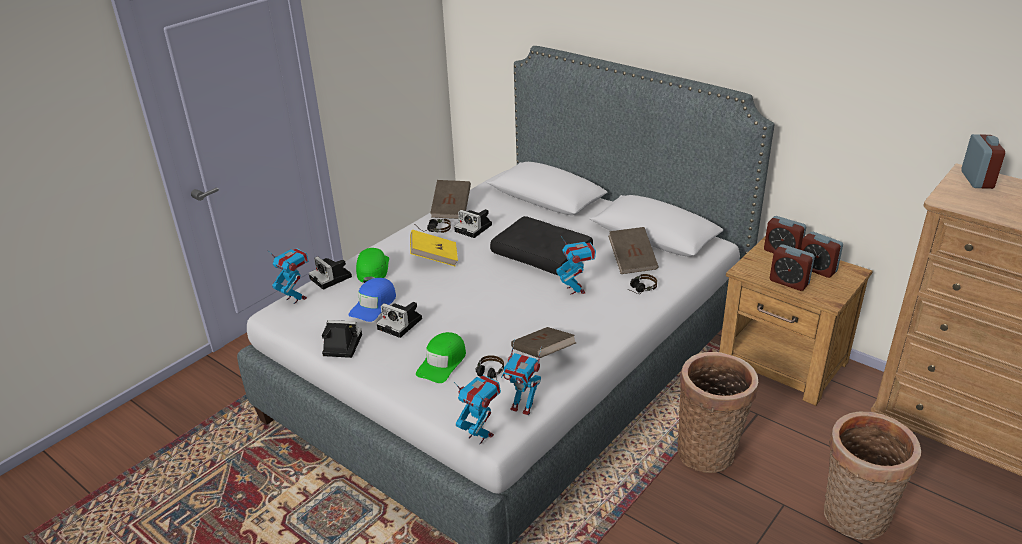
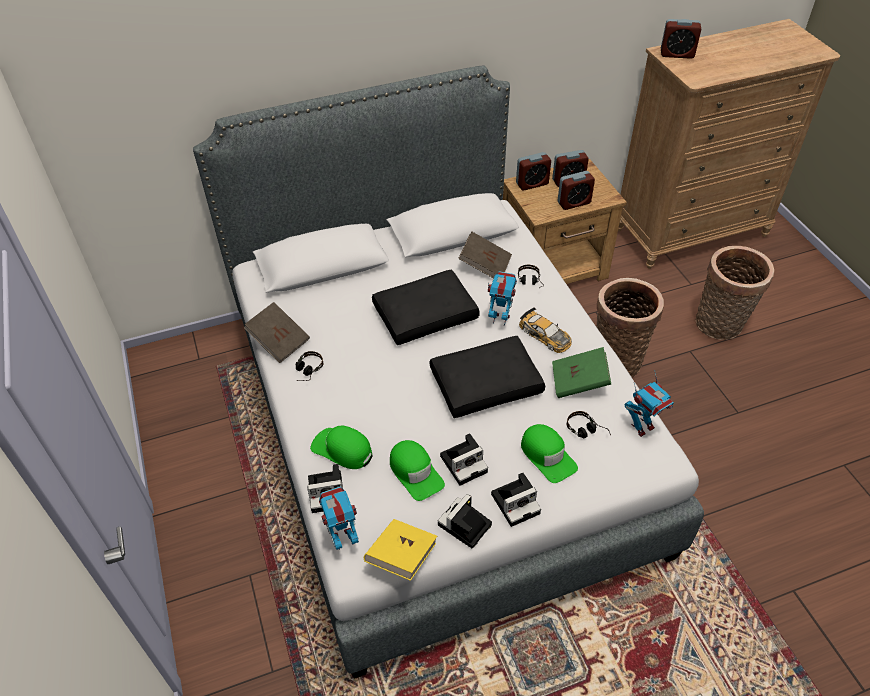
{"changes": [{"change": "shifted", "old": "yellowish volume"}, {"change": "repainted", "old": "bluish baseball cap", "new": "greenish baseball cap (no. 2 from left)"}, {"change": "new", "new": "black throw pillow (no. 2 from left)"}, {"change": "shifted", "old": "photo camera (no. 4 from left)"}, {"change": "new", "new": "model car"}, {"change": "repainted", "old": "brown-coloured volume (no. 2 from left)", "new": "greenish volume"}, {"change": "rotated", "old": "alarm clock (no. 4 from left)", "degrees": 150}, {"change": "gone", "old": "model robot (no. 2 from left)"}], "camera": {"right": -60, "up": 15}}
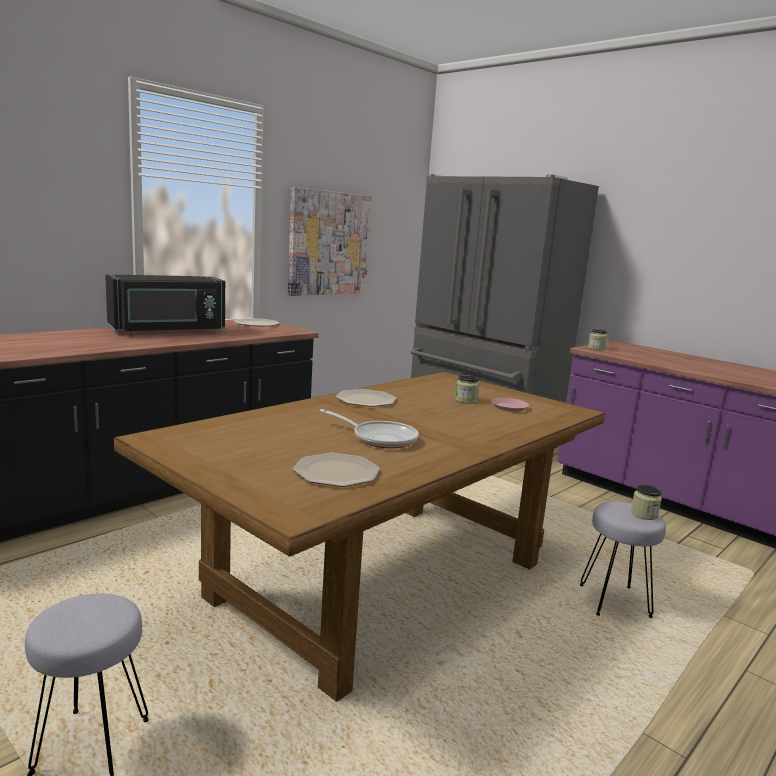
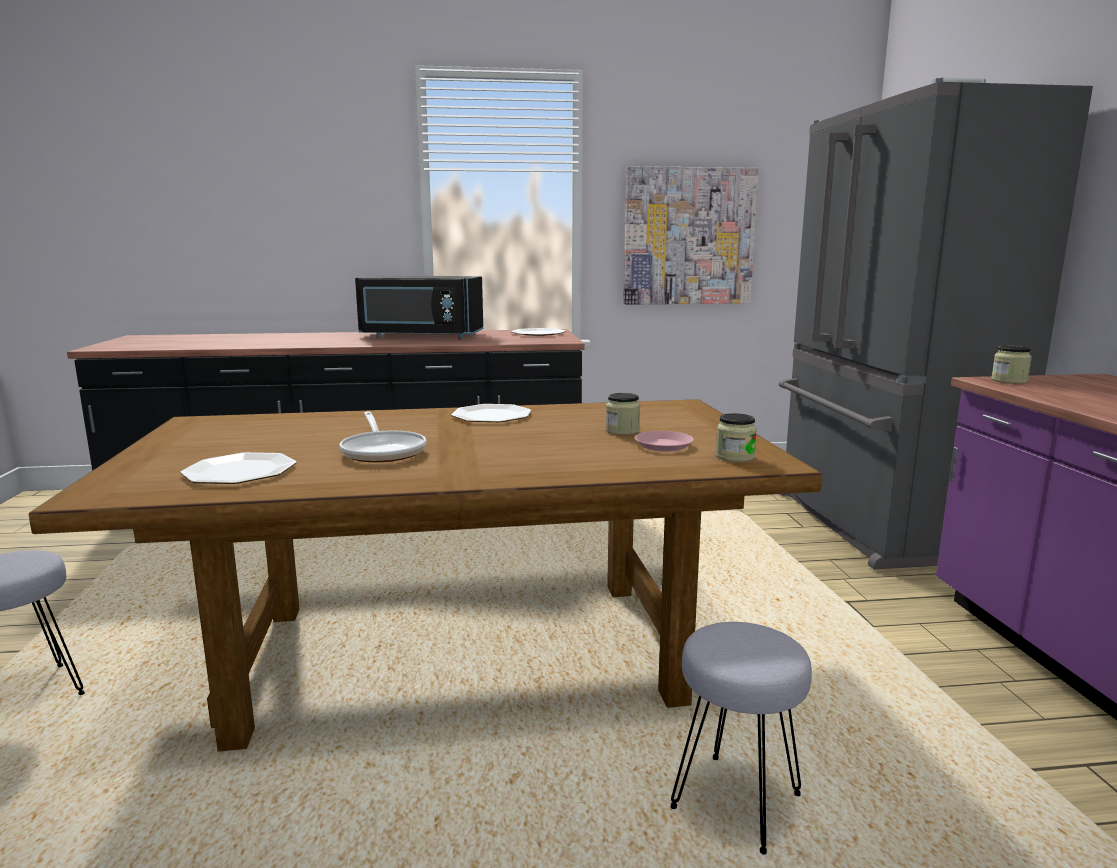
{"changes": [{"change": "shifted", "old": "storage jar (no. 3 from left in the first image)", "new": "storage jar (no. 2 from left)"}], "camera": {"right": 40, "up": 0}}
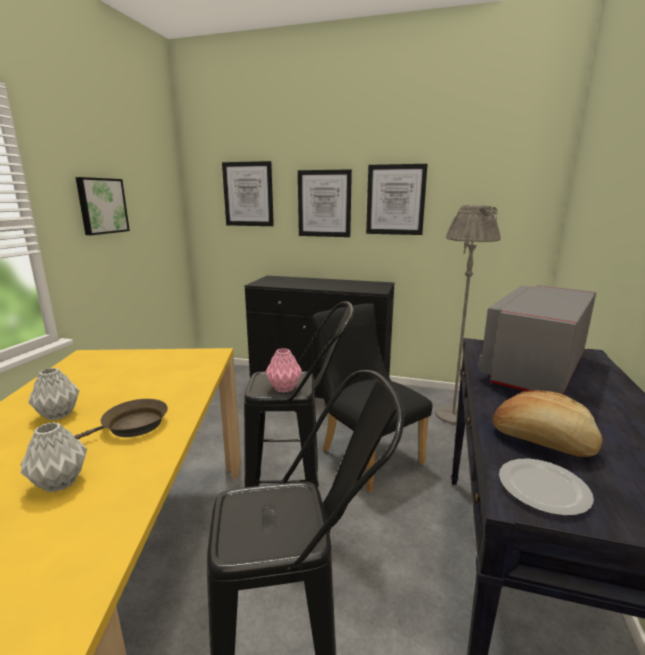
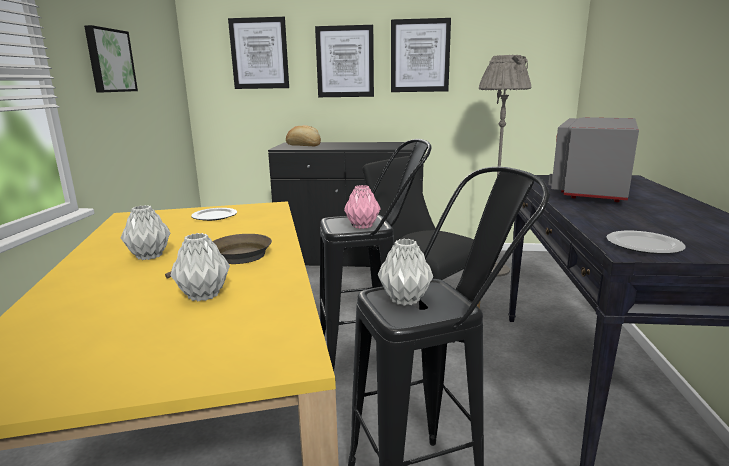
{"changes": [{"change": "new", "new": "plate (no. 1 from left)"}, {"change": "shifted", "old": "bakery bread"}, {"change": "new", "new": "grey decorative vase (no. 3 from left)"}], "camera": {"right": -10, "up": 0}}
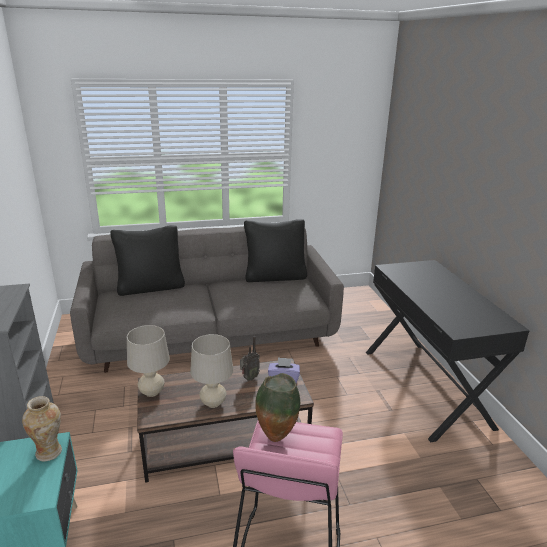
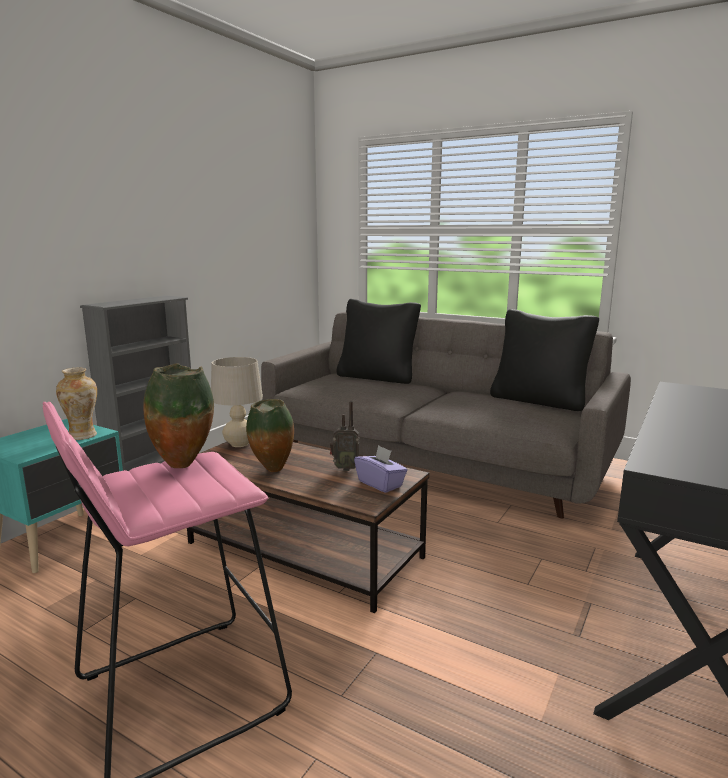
{"changes": [{"change": "swapped", "old": "beige-coloured tabletop lamp (no. 2 from left)", "new": "decorative vase (no. 3 from left)"}], "camera": {"right": 45, "up": -10}}
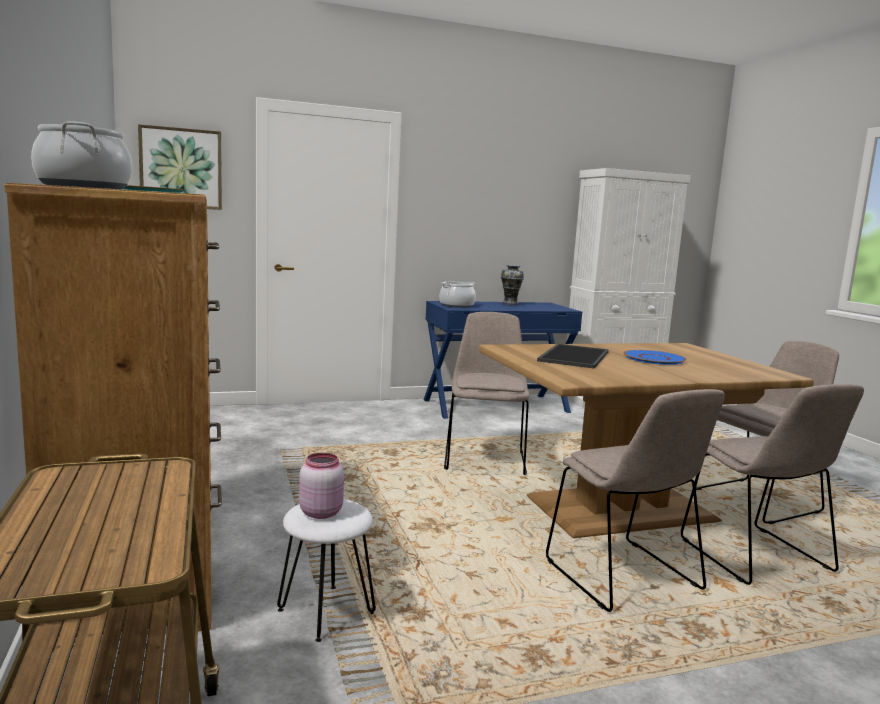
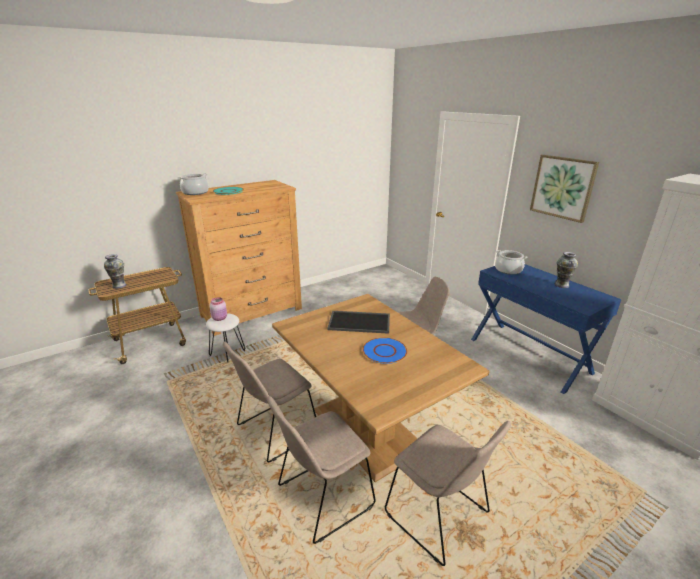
{"changes": [{"change": "new", "new": "decorative vase (no. 1 from left)"}, {"change": "shifted", "old": "wall picture"}], "camera": {"right": 75, "up": 15}}
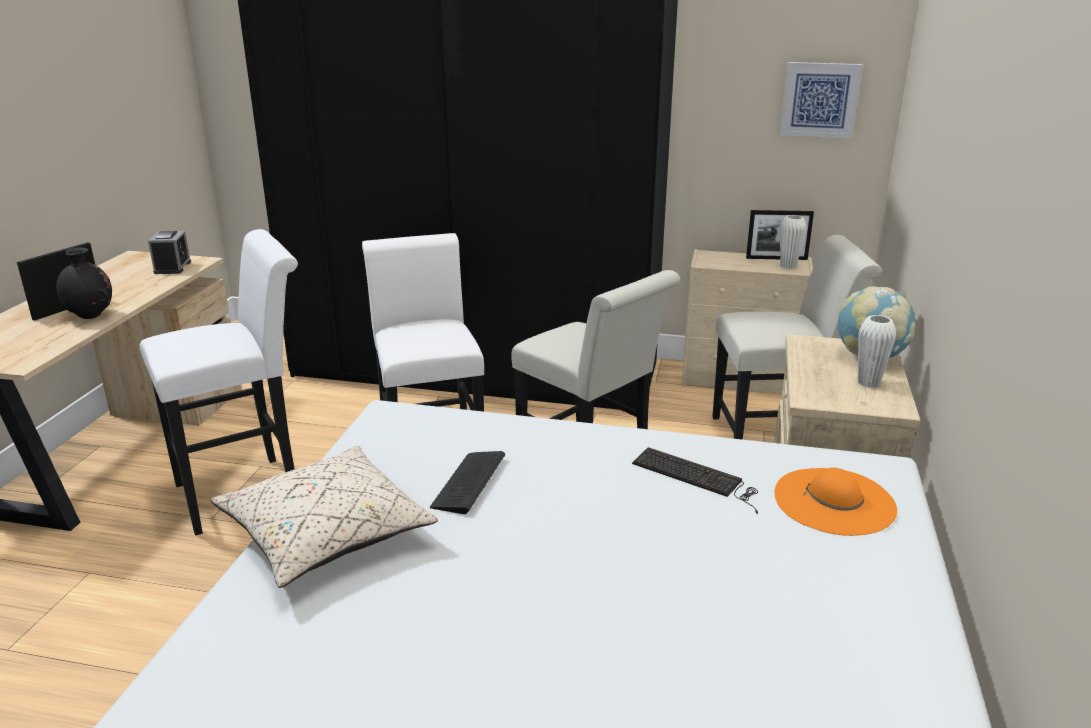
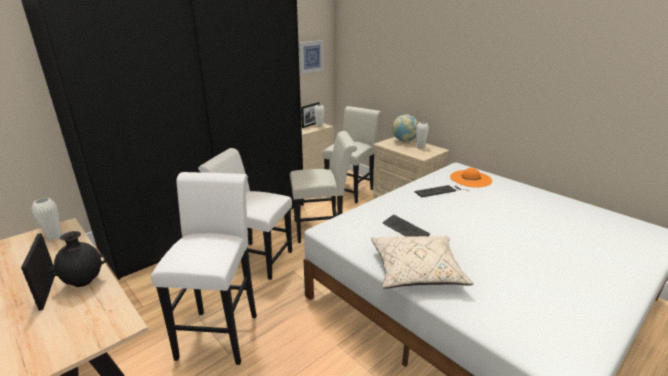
{"changes": [{"change": "swapped", "old": "alarm clock", "new": "whitish decorative vase (no. 1 from left)"}], "camera": {"right": -55, "up": 0}}
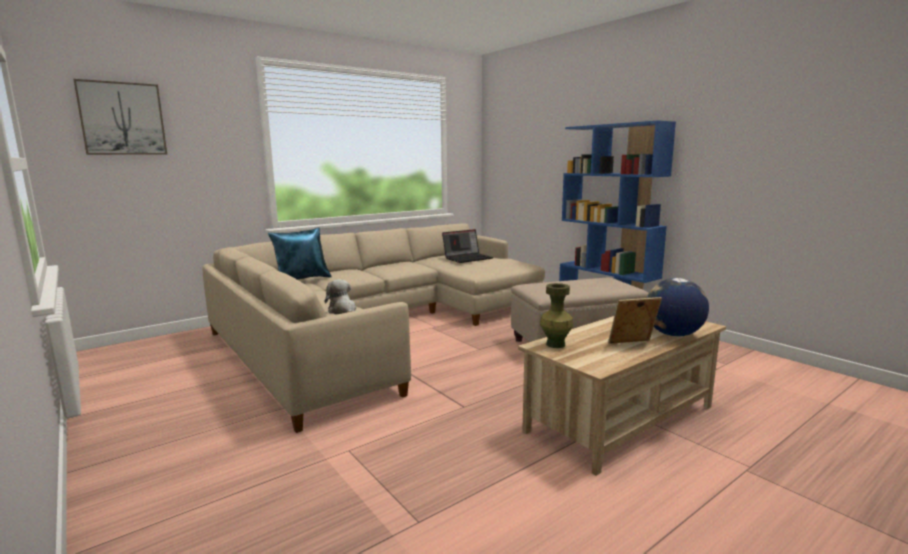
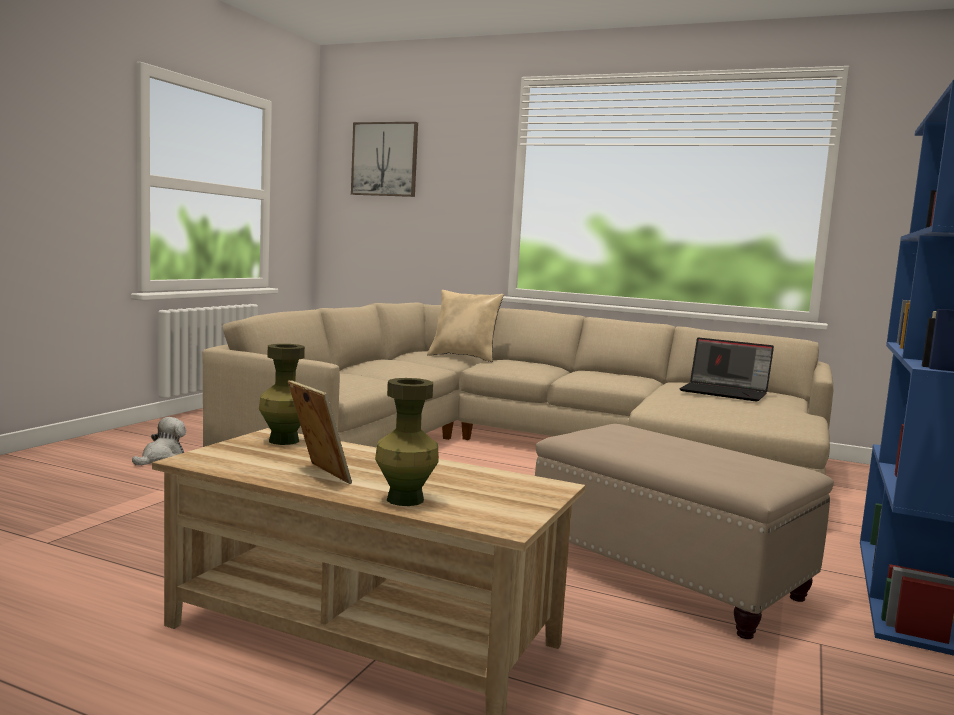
{"changes": [{"change": "shifted", "old": "plush toy"}, {"change": "swapped", "old": "globe", "new": "greenish decorative vase (no. 2 from left)"}, {"change": "repainted", "old": "bluish throw pillow", "new": "beige-coloured throw pillow"}], "camera": {"right": 60, "up": -5}}
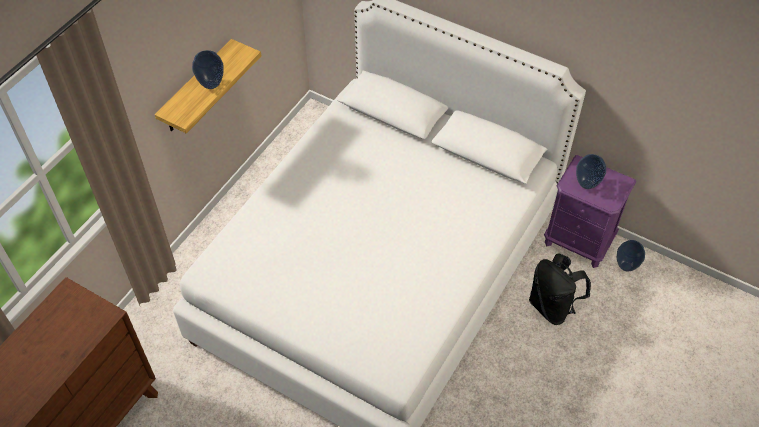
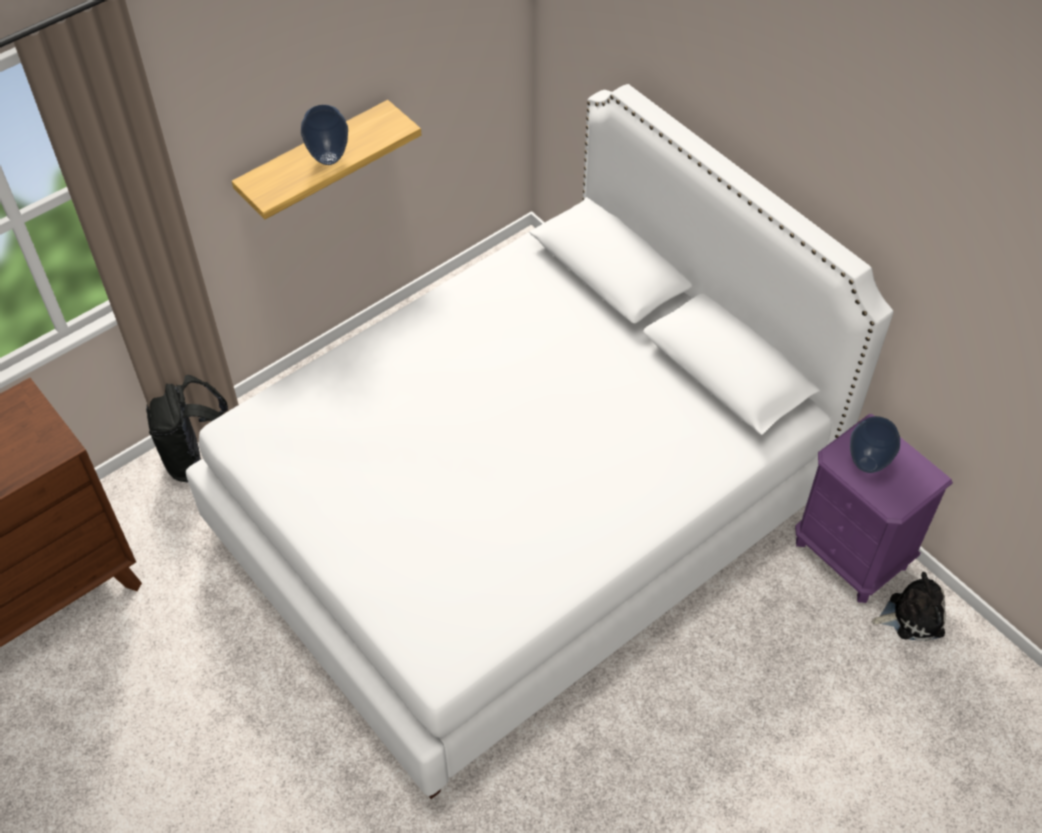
{"changes": [{"change": "shifted", "old": "black rucksack"}, {"change": "swapped", "old": "decorative vase (no. 3 from left)", "new": "plush toy"}], "camera": {"right": 20, "up": 0}}
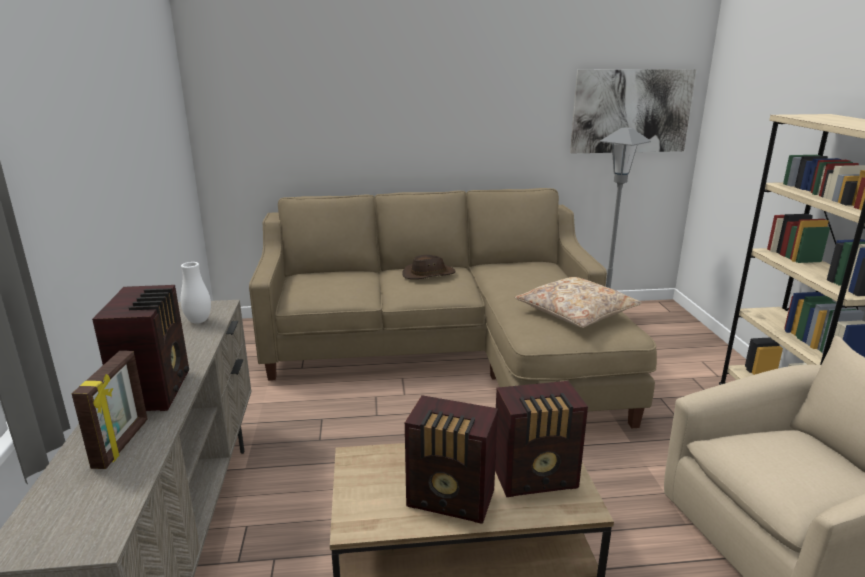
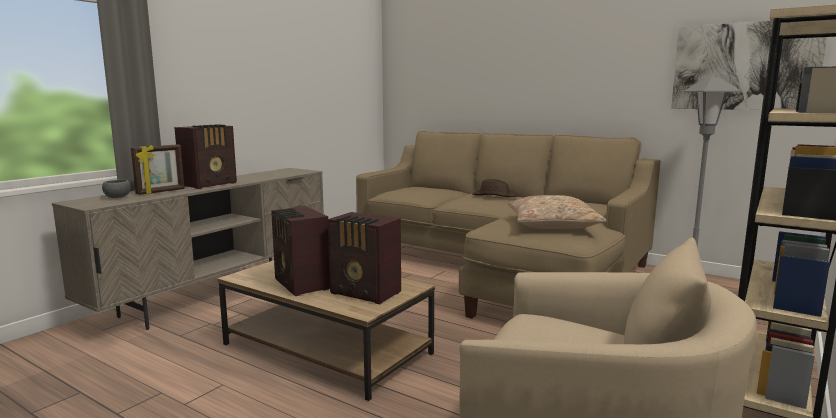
{"changes": [{"change": "new", "new": "grey bowl"}, {"change": "gone", "old": "whitish decorative vase"}], "camera": {"right": 40, "up": -10}}
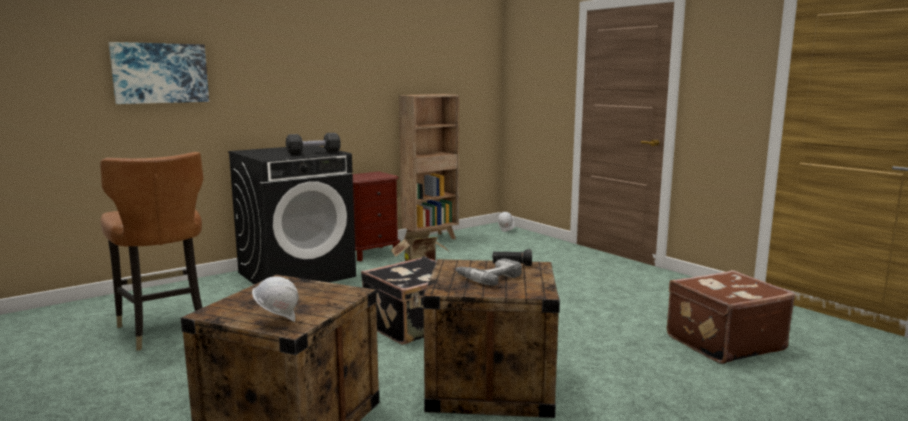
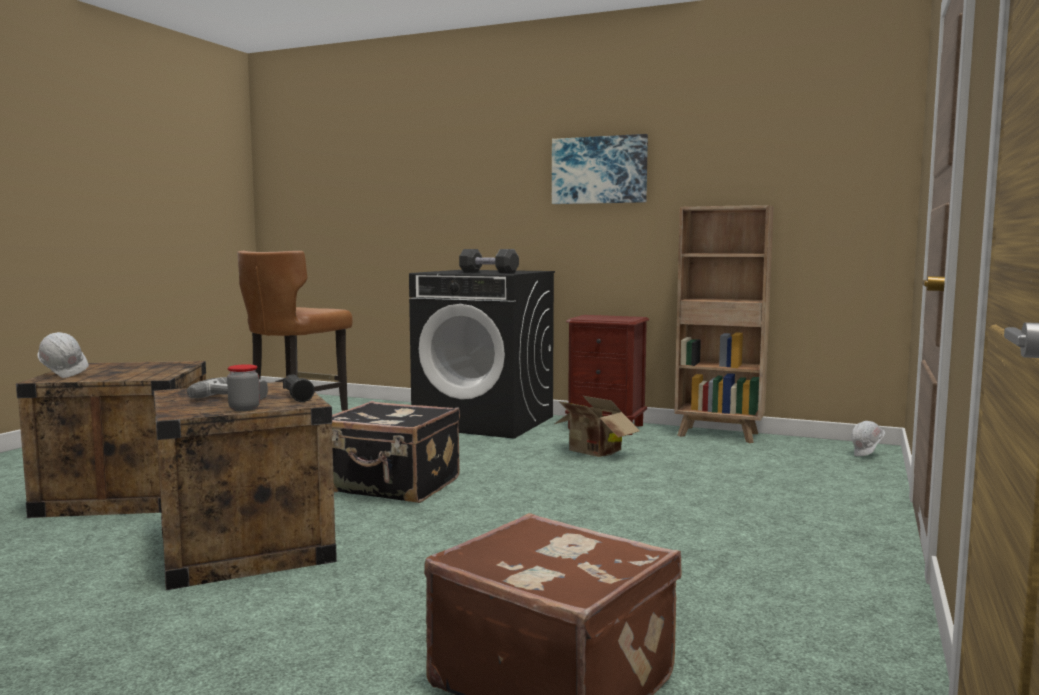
{"changes": [{"change": "new", "new": "storage jar"}, {"change": "shifted", "old": "wall picture"}], "camera": {"right": 60, "up": -5}}
